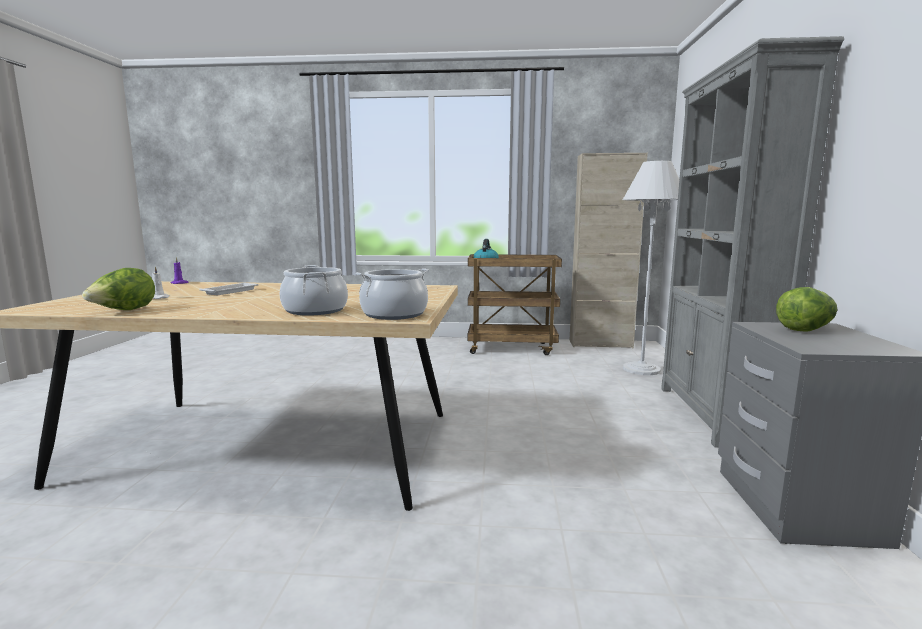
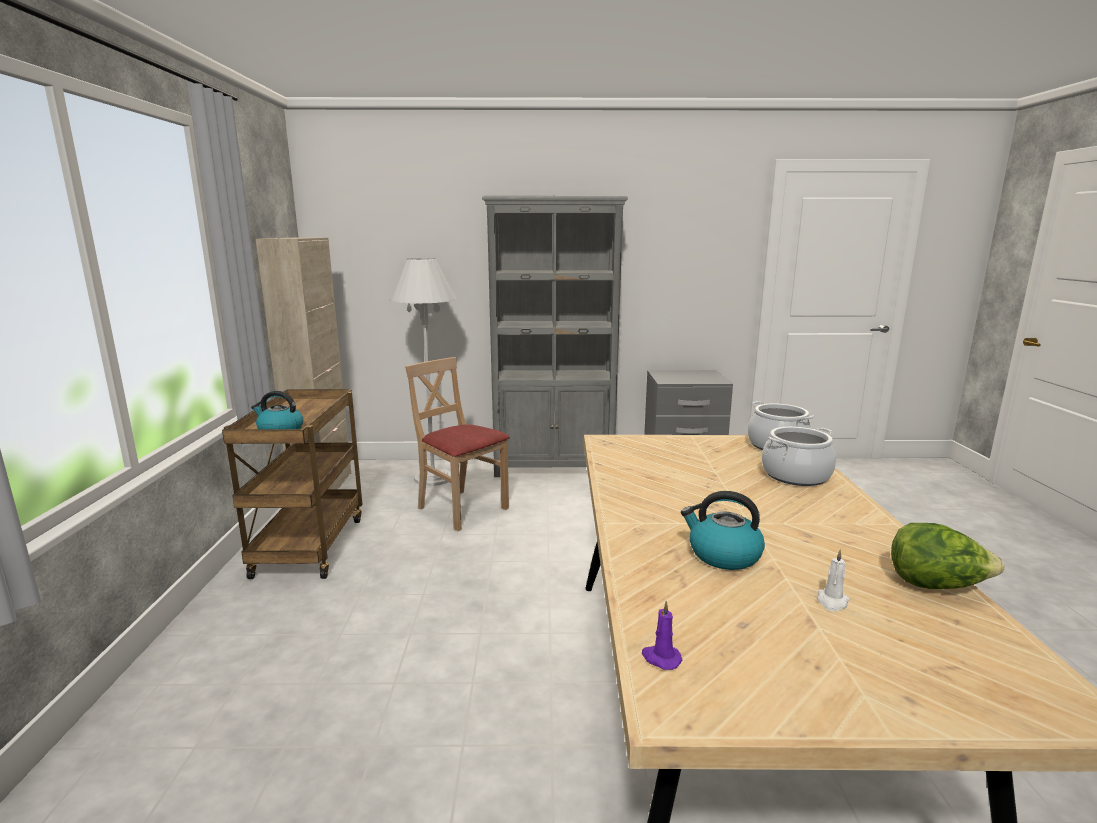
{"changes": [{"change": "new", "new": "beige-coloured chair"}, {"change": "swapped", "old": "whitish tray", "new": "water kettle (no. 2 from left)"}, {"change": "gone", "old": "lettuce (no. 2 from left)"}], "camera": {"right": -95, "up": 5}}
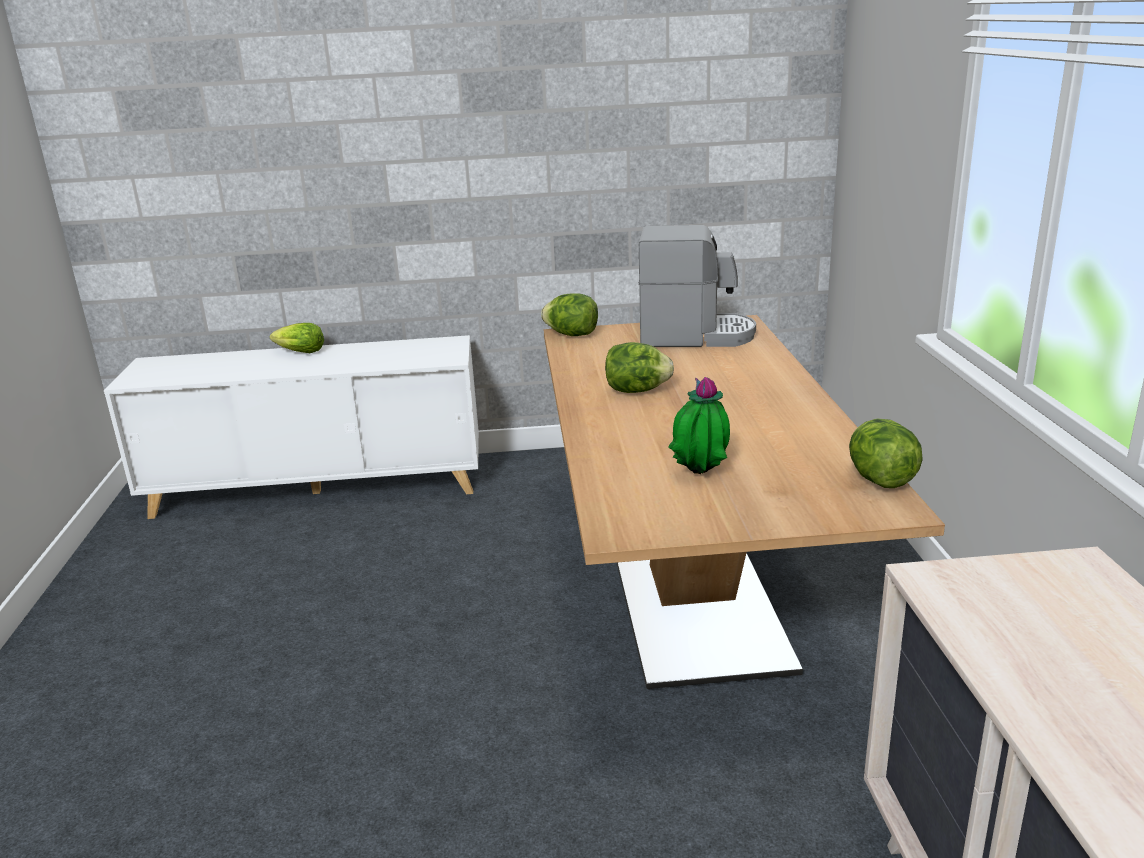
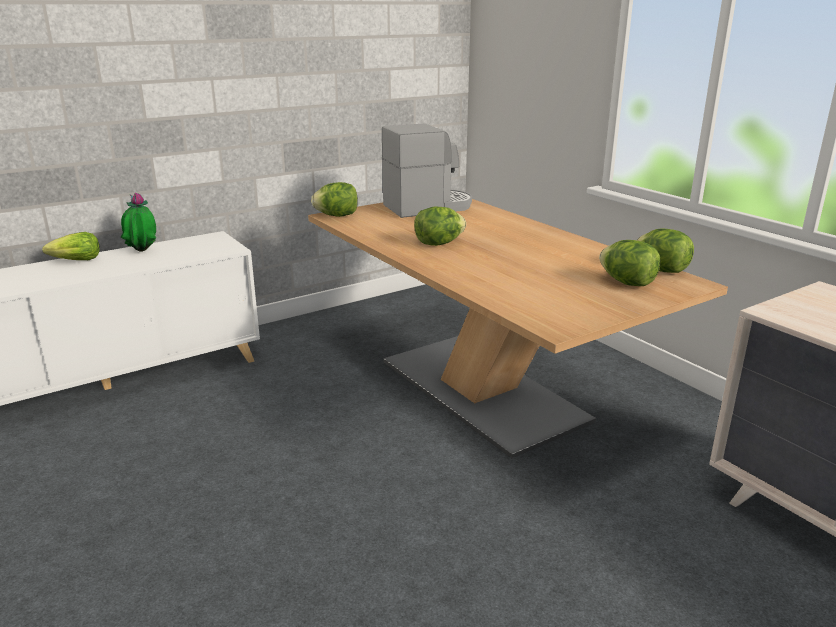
{"changes": [{"change": "shifted", "old": "plant in a pot"}, {"change": "new", "new": "lettuce (no. 4 from left)"}], "camera": {"right": -30, "up": 0}}
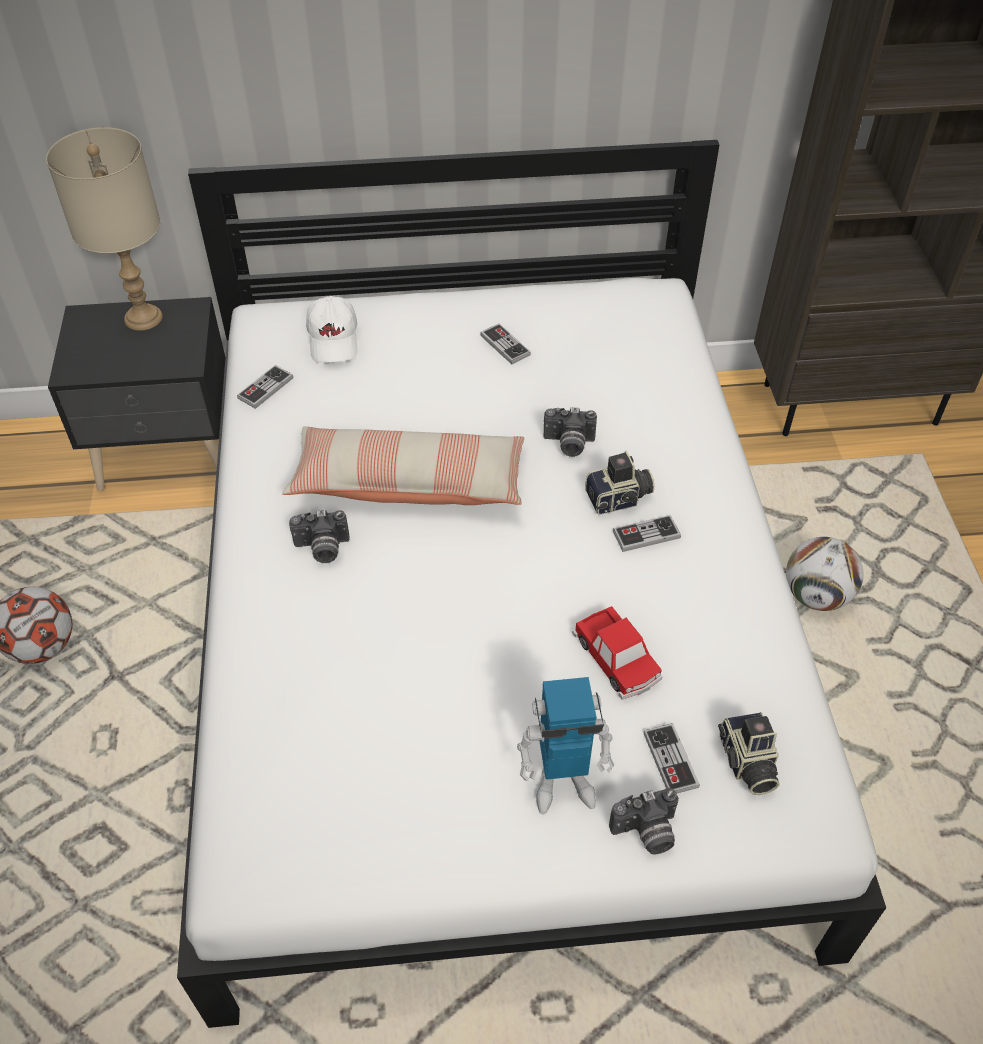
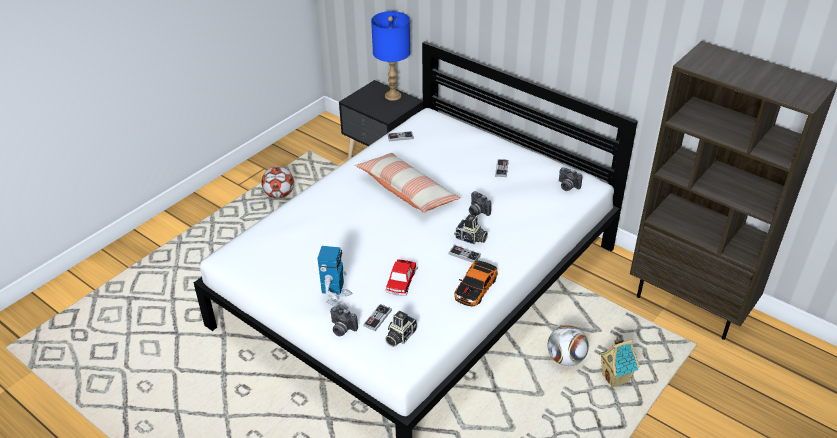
{"changes": [{"change": "rotated", "old": "model robot", "degrees": -120}, {"change": "repainted", "old": "beige-coloured tabletop lamp", "new": "bluish tabletop lamp"}, {"change": "new", "new": "model car (no. 2 from left)"}, {"change": "shifted", "old": "photo camera (no. 1 from left in the first image)", "new": "photo camera (no. 5 from left)"}, {"change": "new", "new": "toy house"}, {"change": "gone", "old": "whitish baseball cap"}], "camera": {"right": 45, "up": -10}}
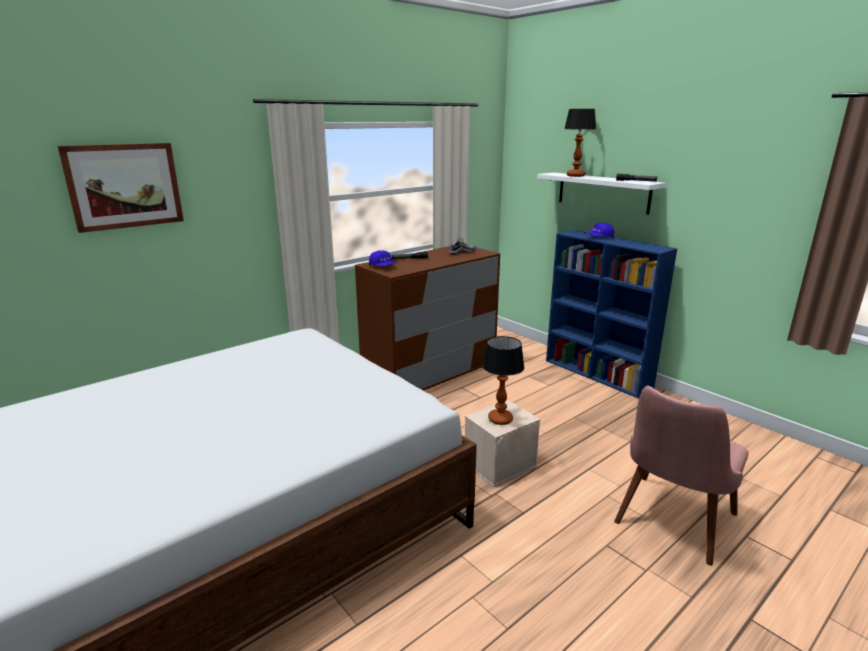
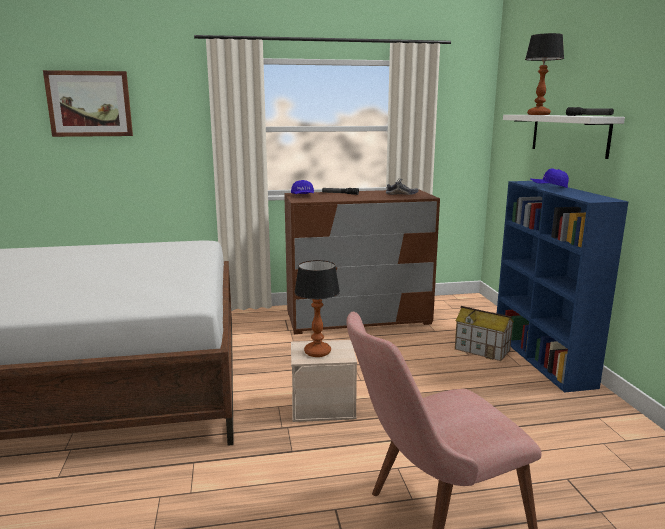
{"changes": [{"change": "new", "new": "toy house"}], "camera": {"right": 30, "up": -5}}
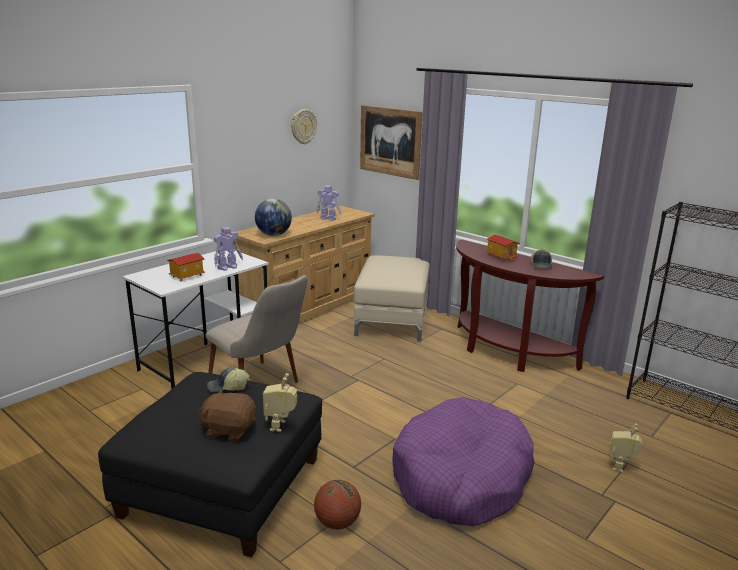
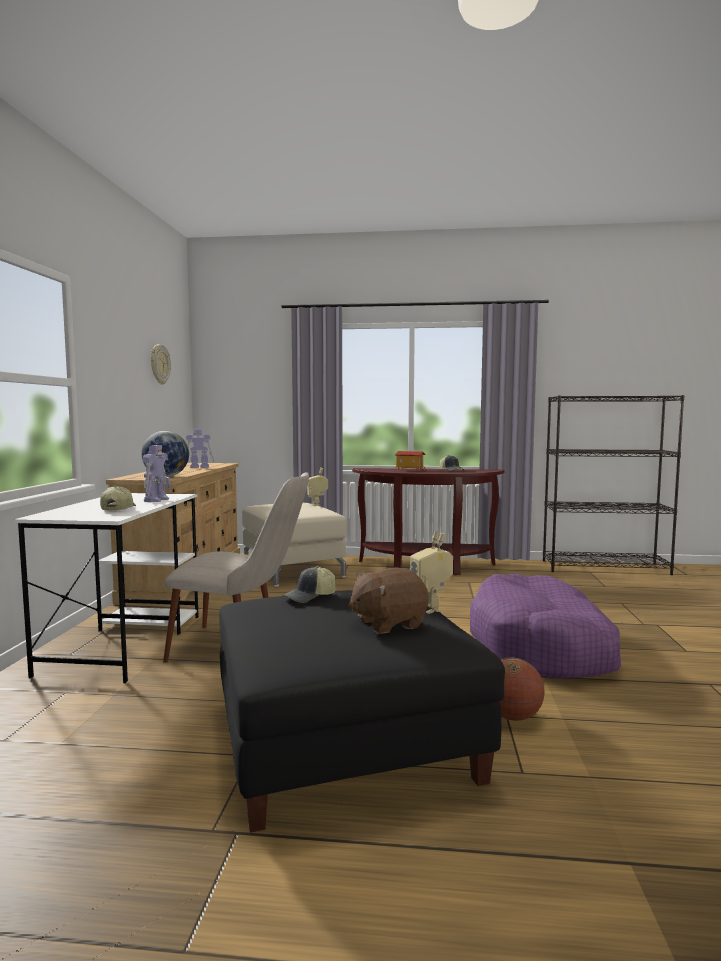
{"changes": [{"change": "swapped", "old": "toy house (no. 1 from left)", "new": "baseball cap (no. 1 from left)"}, {"change": "shifted", "old": "model robot (no. 4 from left in the first image)", "new": "model robot (no. 3 from left)"}, {"change": "gone", "old": "wall picture"}], "camera": {"right": -35, "up": -15}}
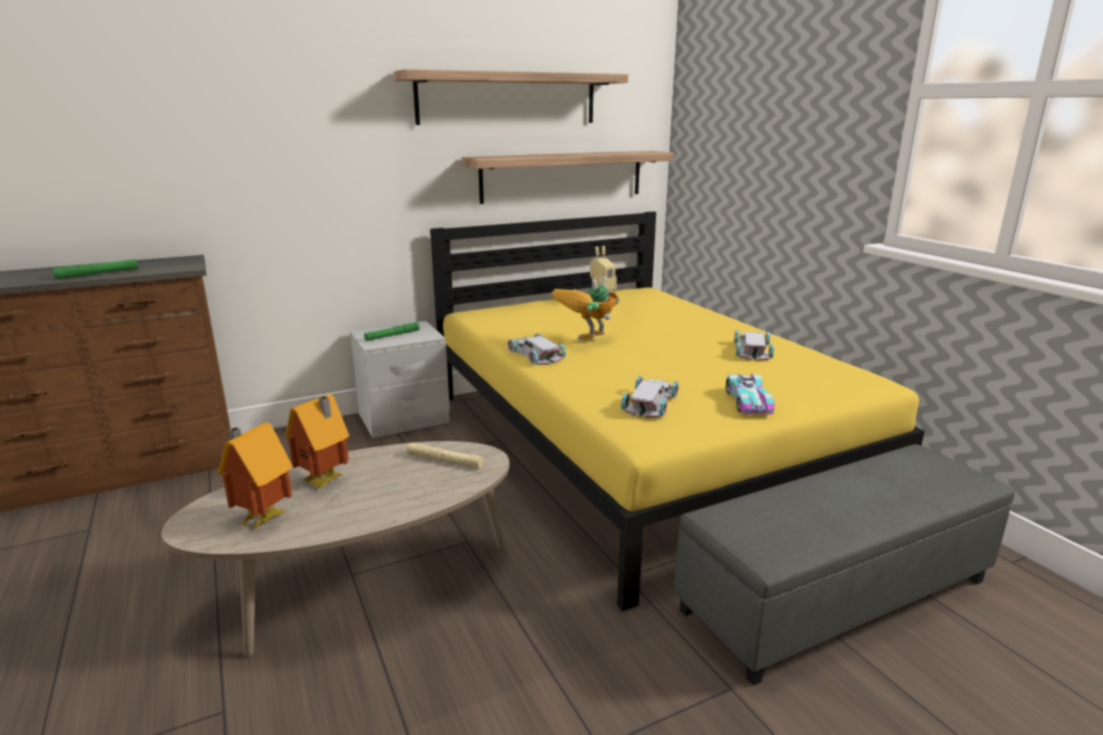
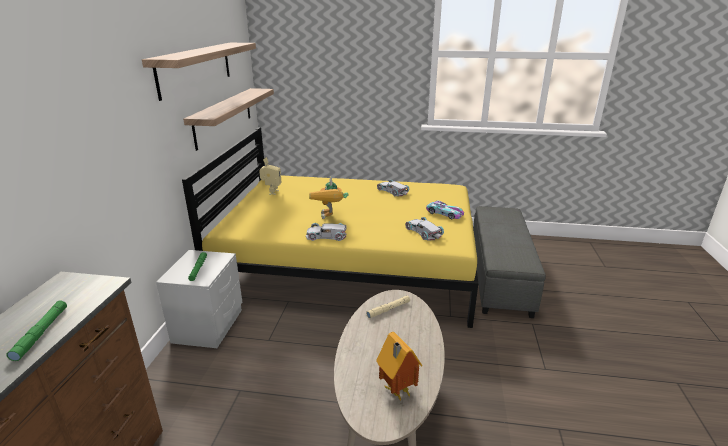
{"changes": [{"change": "gone", "old": "toy house (no. 2 from left)"}], "camera": {"right": -55, "up": 5}}
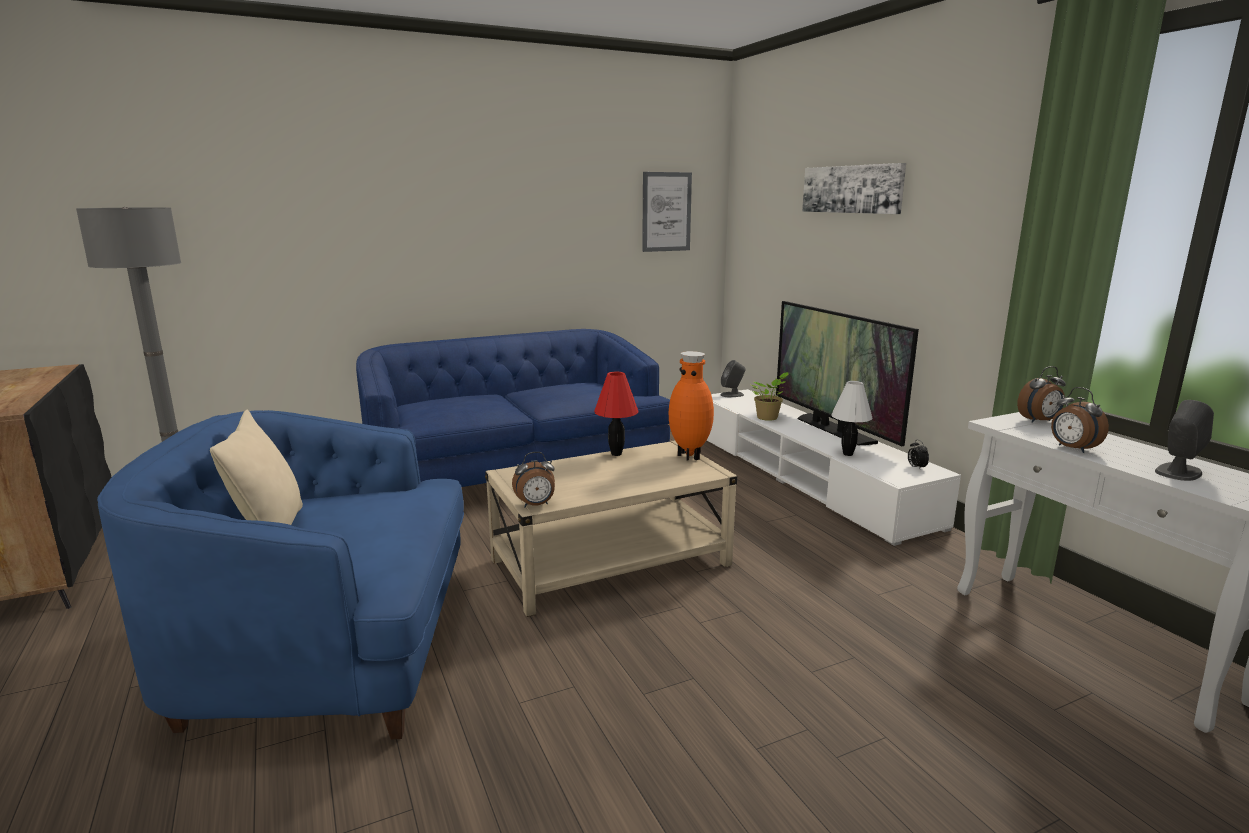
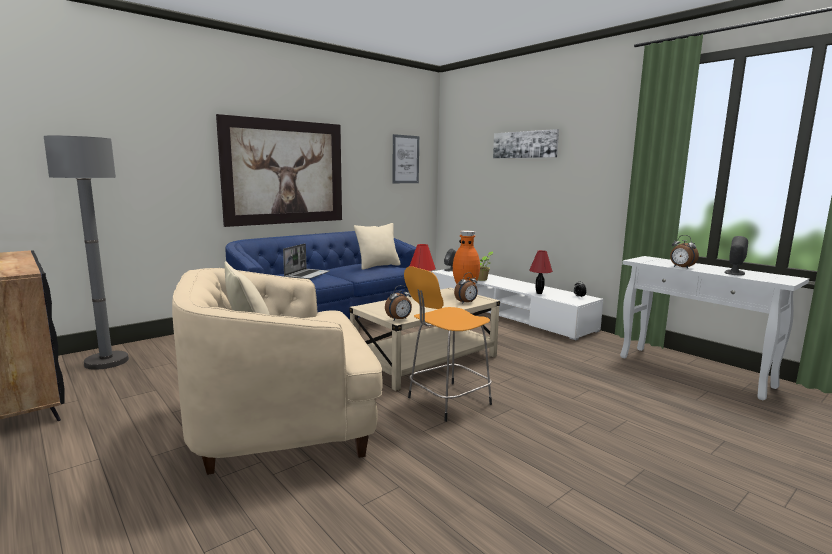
{"changes": [{"change": "repainted", "old": "bluish lounge chair", "new": "beige-coloured lounge chair"}, {"change": "new", "new": "wall picture (no. 1 from left)"}, {"change": "new", "new": "notebook computer"}, {"change": "new", "new": "beige-coloured throw pillow (no. 2 from left)"}, {"change": "new", "new": "orange-coloured sitting stool"}, {"change": "shifted", "old": "alarm clock (no. 3 from left in the first image)", "new": "alarm clock (no. 2 from left)"}, {"change": "repainted", "old": "whitish tabletop lamp", "new": "reddish tabletop lamp (no. 2 from left)"}, {"change": "gone", "old": "TV"}], "camera": {"right": -15, "up": -5}}
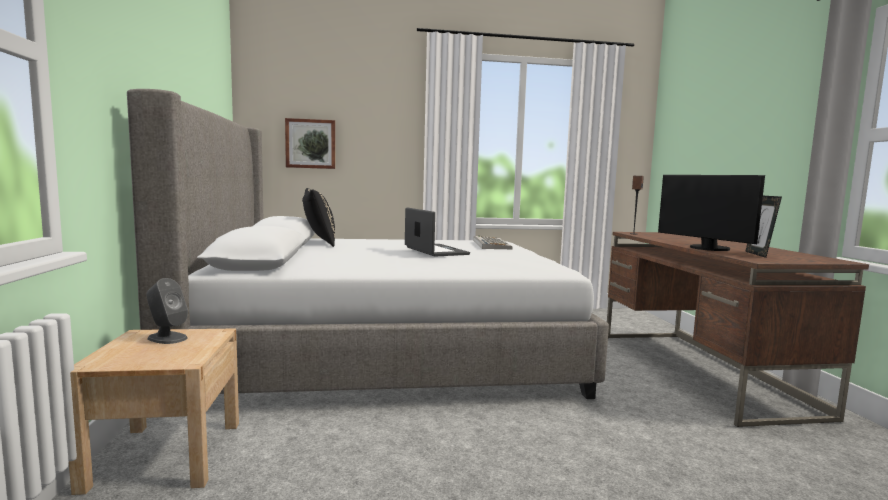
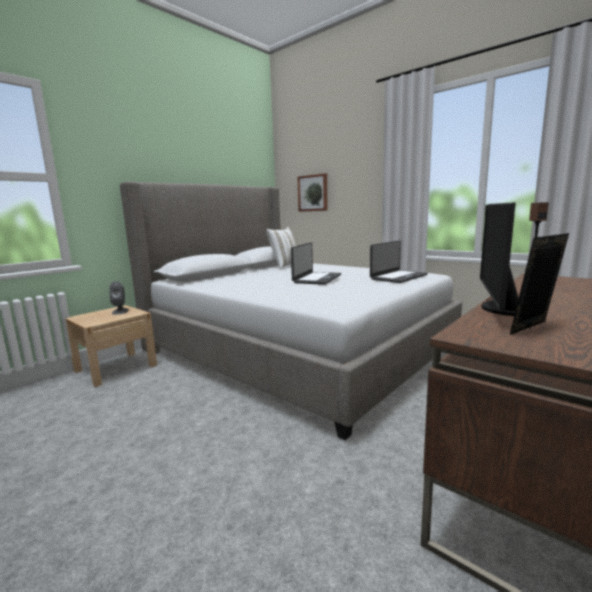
{"changes": [{"change": "repainted", "old": "black throw pillow", "new": "whitish throw pillow"}, {"change": "swapped", "old": "keyboard", "new": "notebook computer (no. 2 from left)"}], "camera": {"right": 50, "up": 5}}
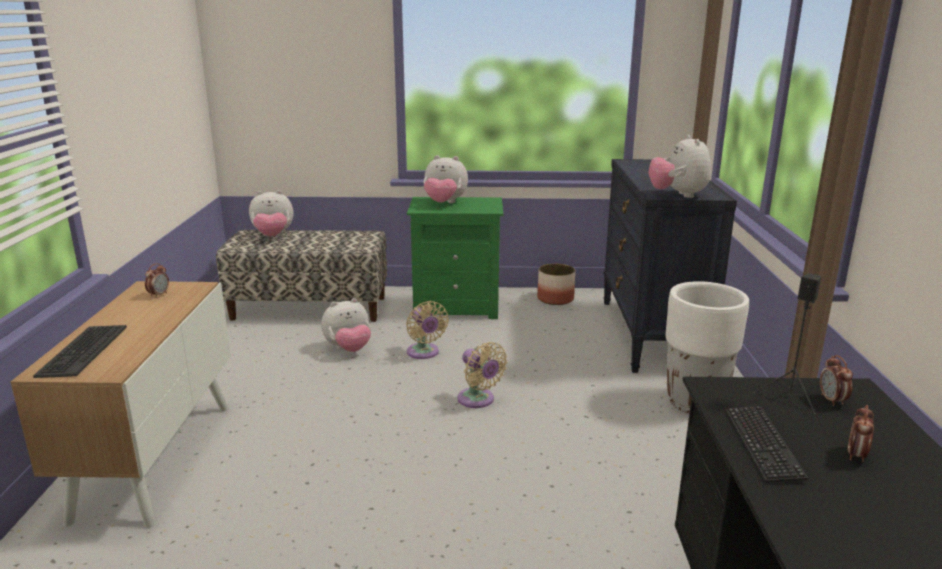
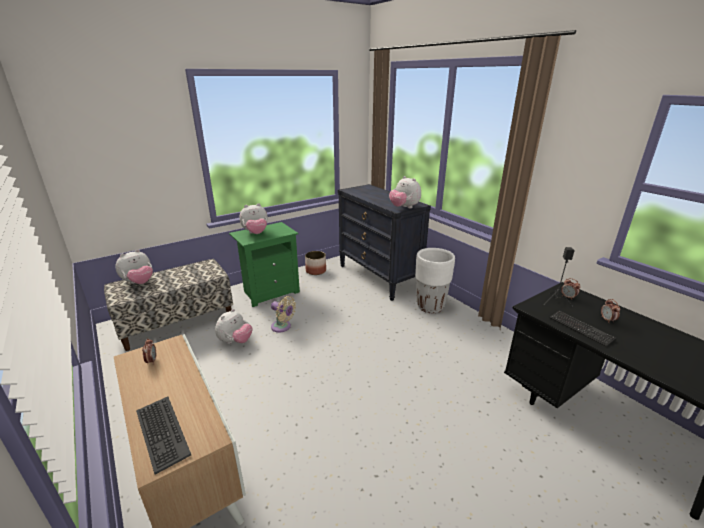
{"changes": [{"change": "gone", "old": "beige-coloured cooling fan (no. 2 from left)"}], "camera": {"right": -35, "up": 5}}
